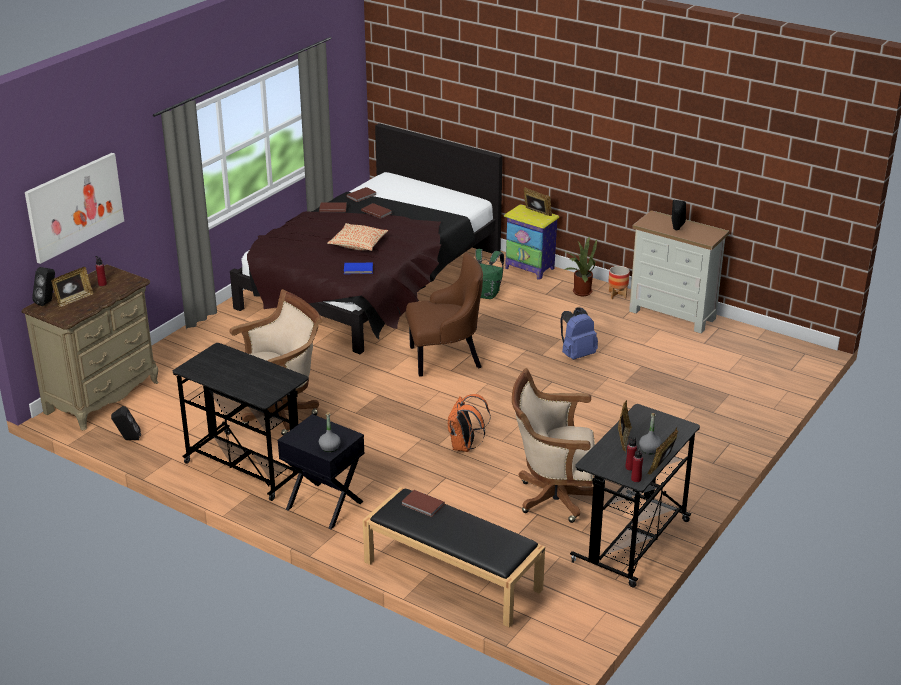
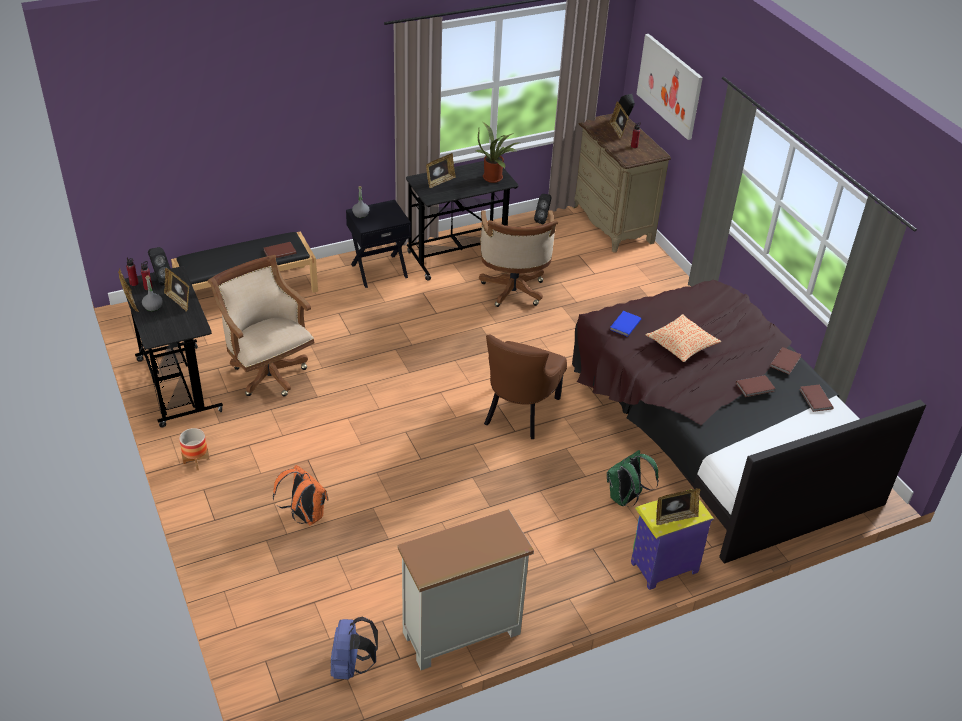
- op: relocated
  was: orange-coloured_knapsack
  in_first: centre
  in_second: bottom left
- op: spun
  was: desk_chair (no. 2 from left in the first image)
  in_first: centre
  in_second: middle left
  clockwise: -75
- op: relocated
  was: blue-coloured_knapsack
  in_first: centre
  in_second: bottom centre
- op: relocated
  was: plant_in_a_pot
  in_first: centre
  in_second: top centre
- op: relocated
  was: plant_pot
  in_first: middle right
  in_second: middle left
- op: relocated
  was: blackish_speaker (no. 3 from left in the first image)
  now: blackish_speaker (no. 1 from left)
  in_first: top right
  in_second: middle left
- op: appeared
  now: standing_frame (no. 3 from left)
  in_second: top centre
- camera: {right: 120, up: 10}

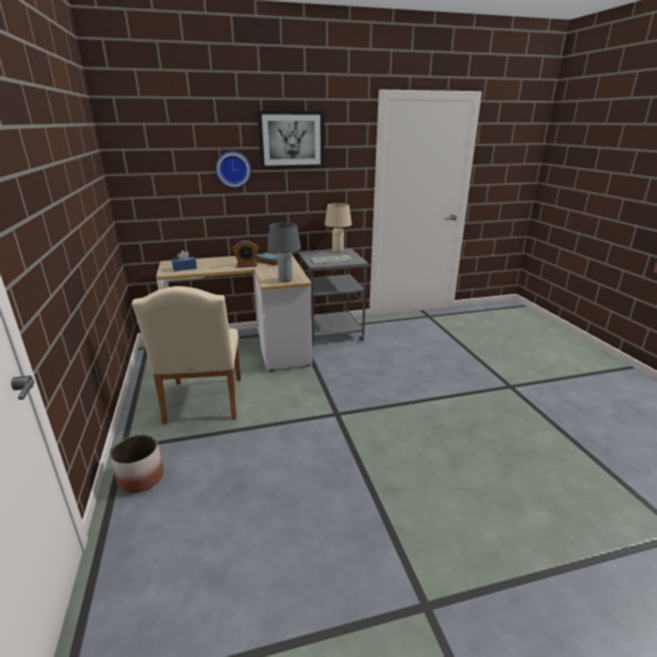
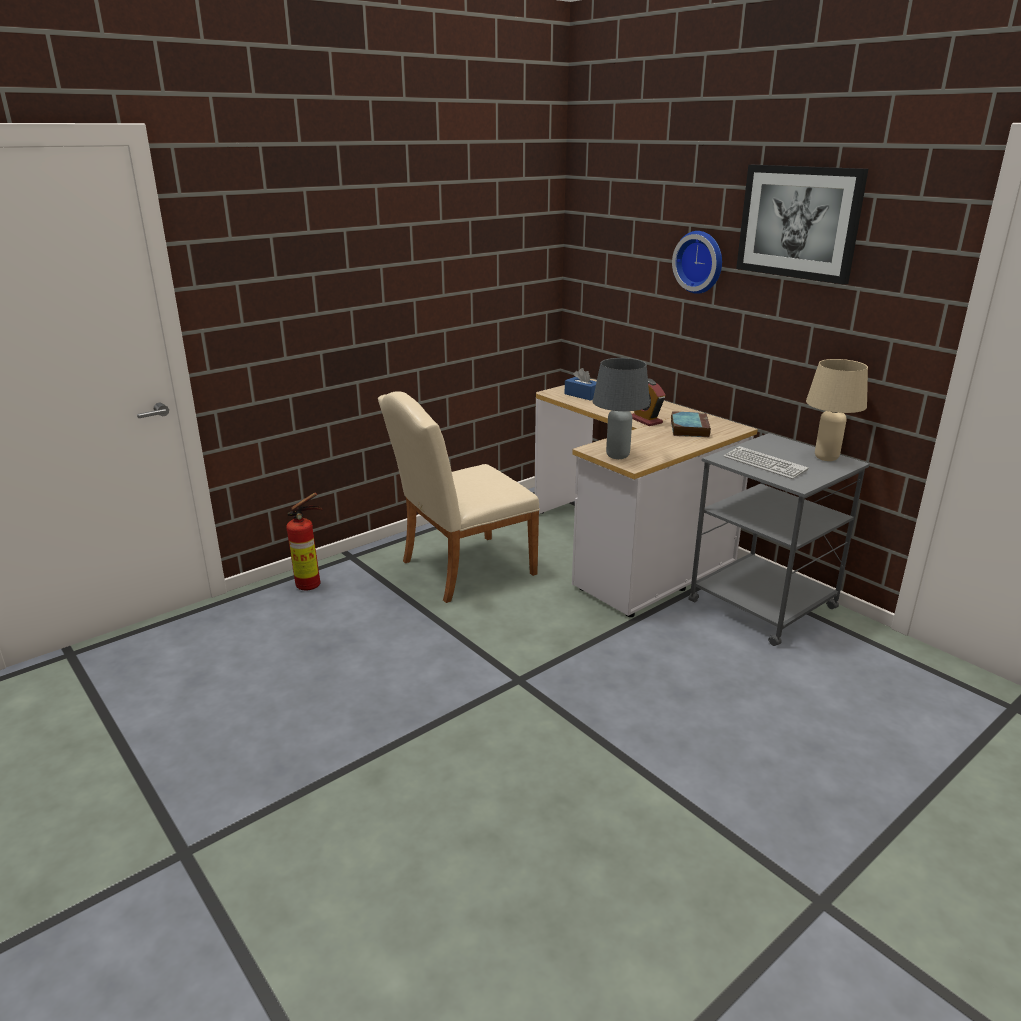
- op: exchanged
  was: plant_pot
  now: fire_extinguisher
  in_first: bottom left
  in_second: middle left
- camera: {right: 65, up: 0}

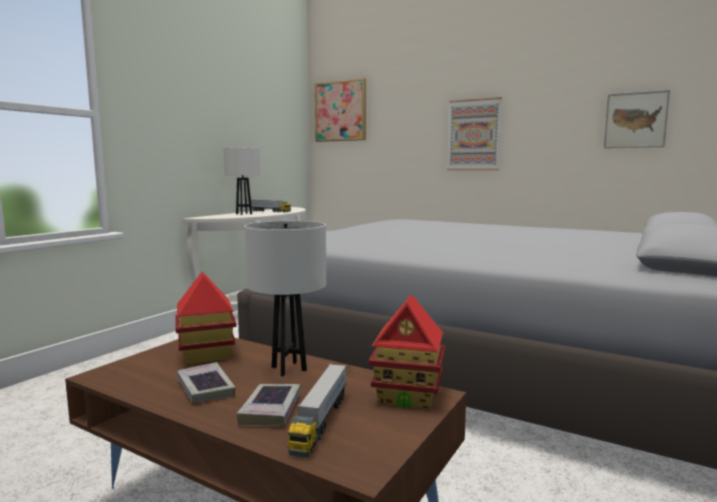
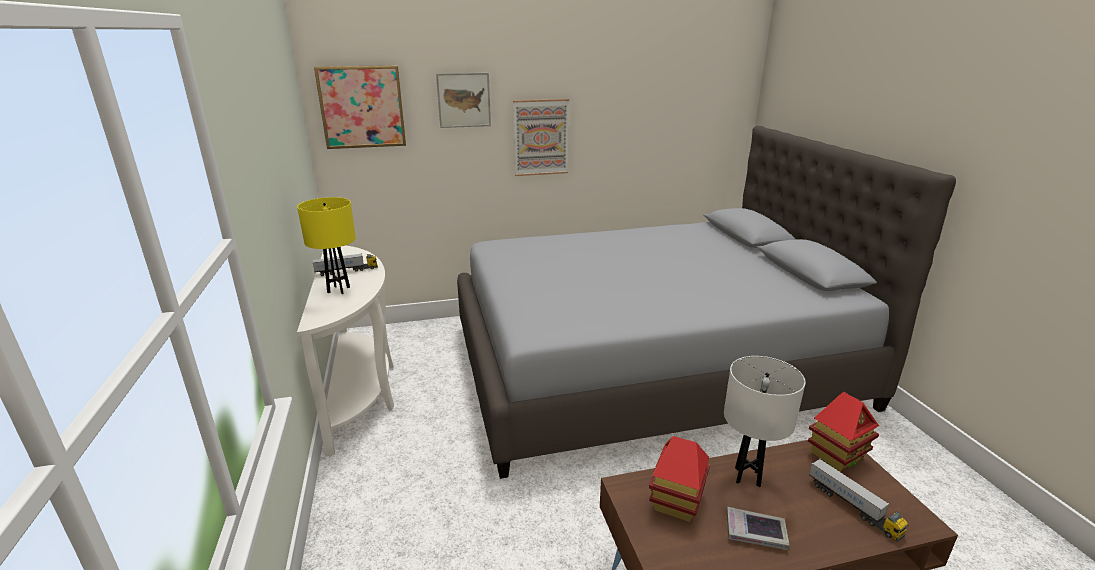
- op: colour
  was: whitish_lamp_for_a_table (no. 1 from left)
  now: yellowish_lamp_for_a_table
  in_first: centre
  in_second: middle left
- op: missing
  was: bound_book (no. 2 from left)
  in_first: bottom centre
- op: relocated
  was: wall_art (no. 3 from left in the first image)
  now: wall_art (no. 2 from left)
  in_first: top right
  in_second: top centre
- camera: {right: -45, up: 15}

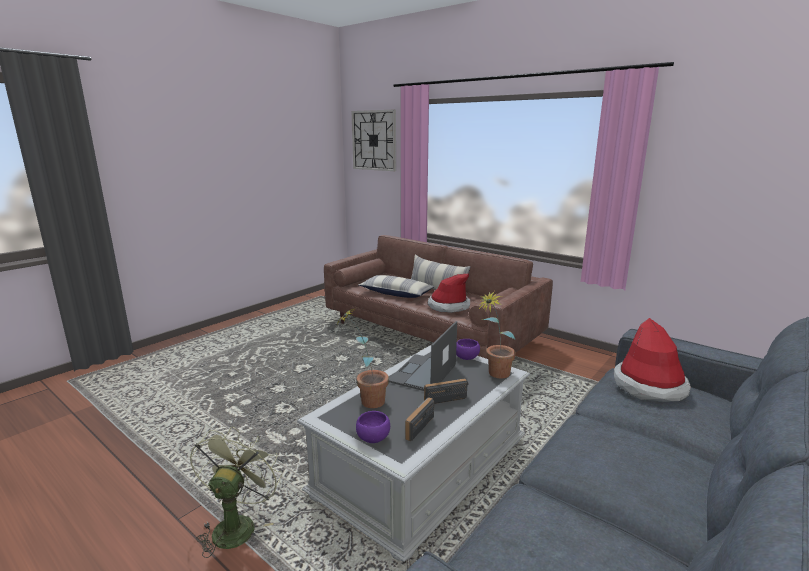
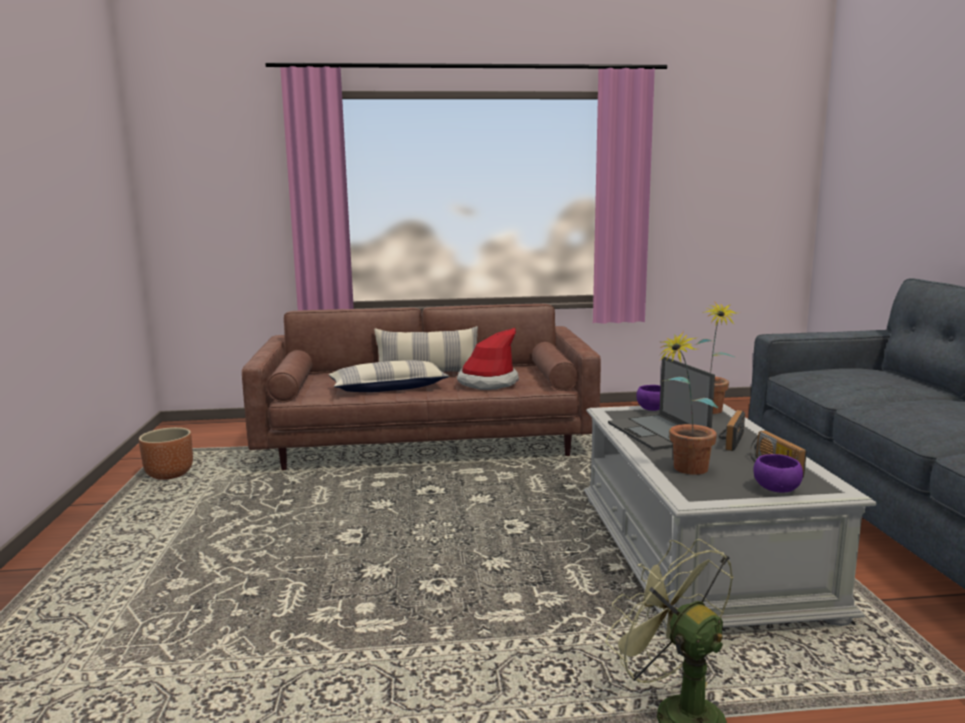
- op: missing
  was: clock_on_the_wall
  in_first: top centre
- op: missing
  was: wearable_hat (no. 2 from left)
  in_first: middle right
- op: appeared
  now: brownish_plant_pot
  in_second: middle left
- camera: {right: -45, up: -5}

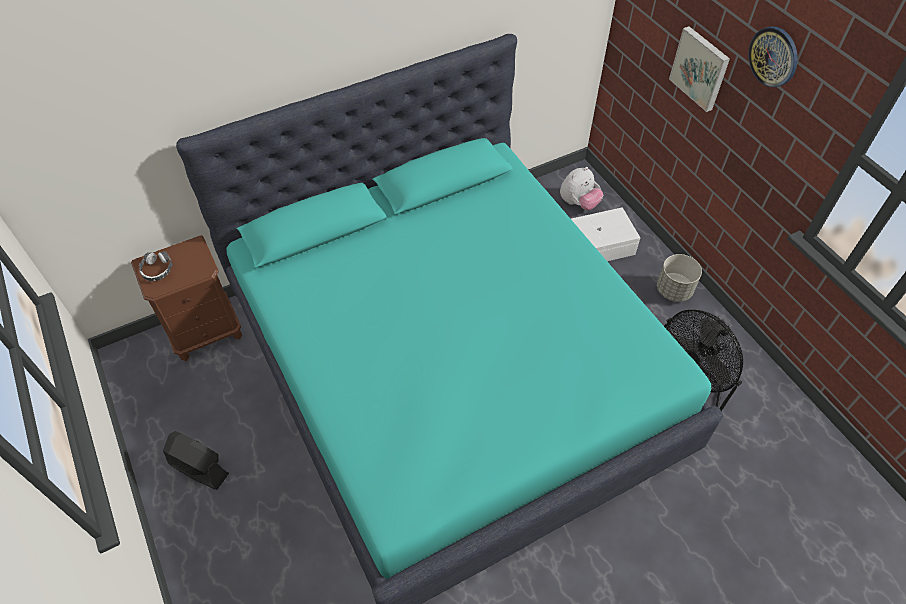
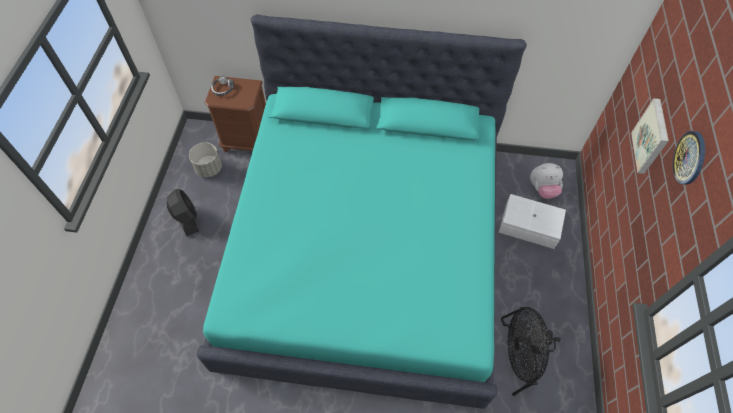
- op: relocated
  was: gray_plant_pot
  in_first: middle right
  in_second: middle left
- camera: {right: 35, up: 5}

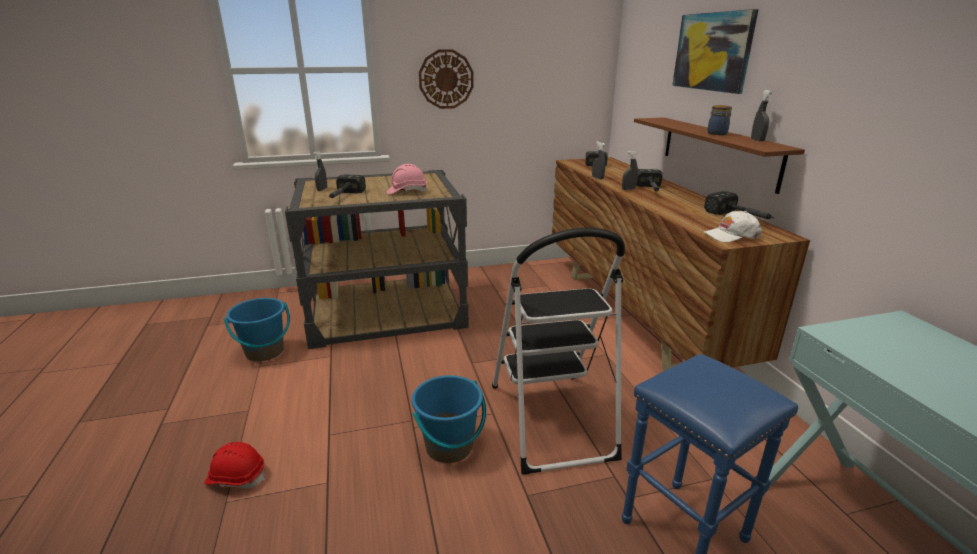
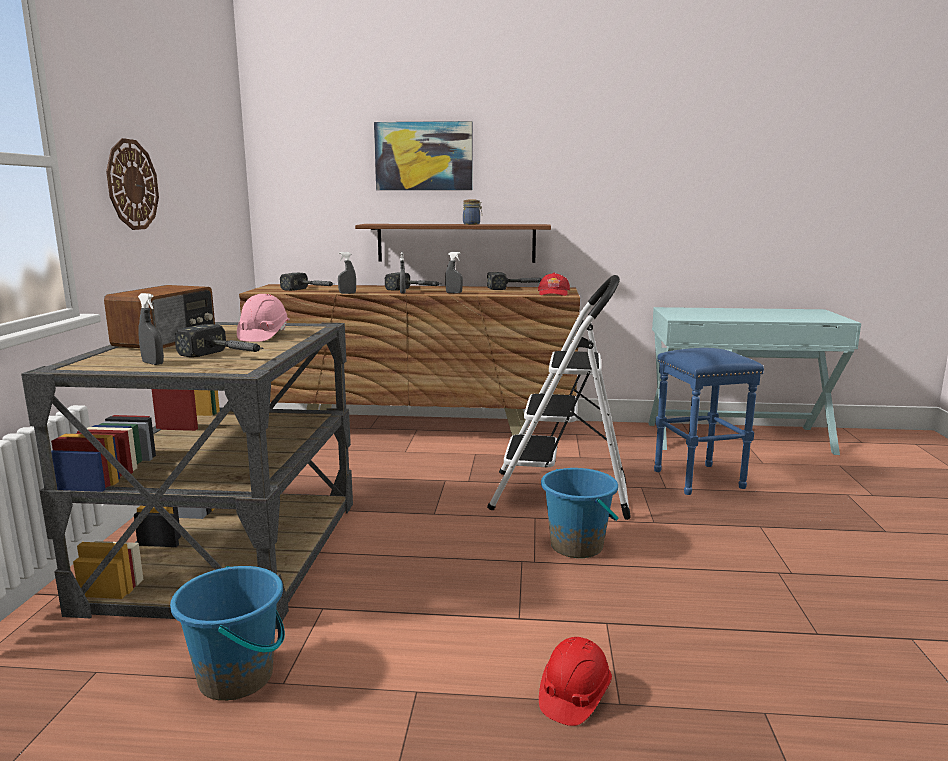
- op: colour
  was: whitish_peaked_cap
  now: reddish_peaked_cap
  in_first: middle right
  in_second: centre
- op: relocated
  was: gray_hand_sprayer (no. 4 from left)
  in_first: top right
  in_second: centre
- op: appeared
  now: radio
  in_second: middle left
- camera: {right: -70, up: -10}

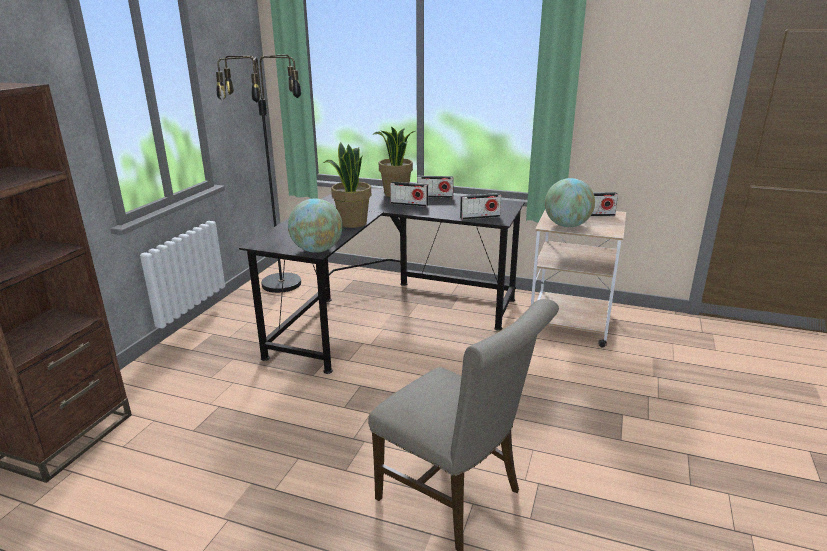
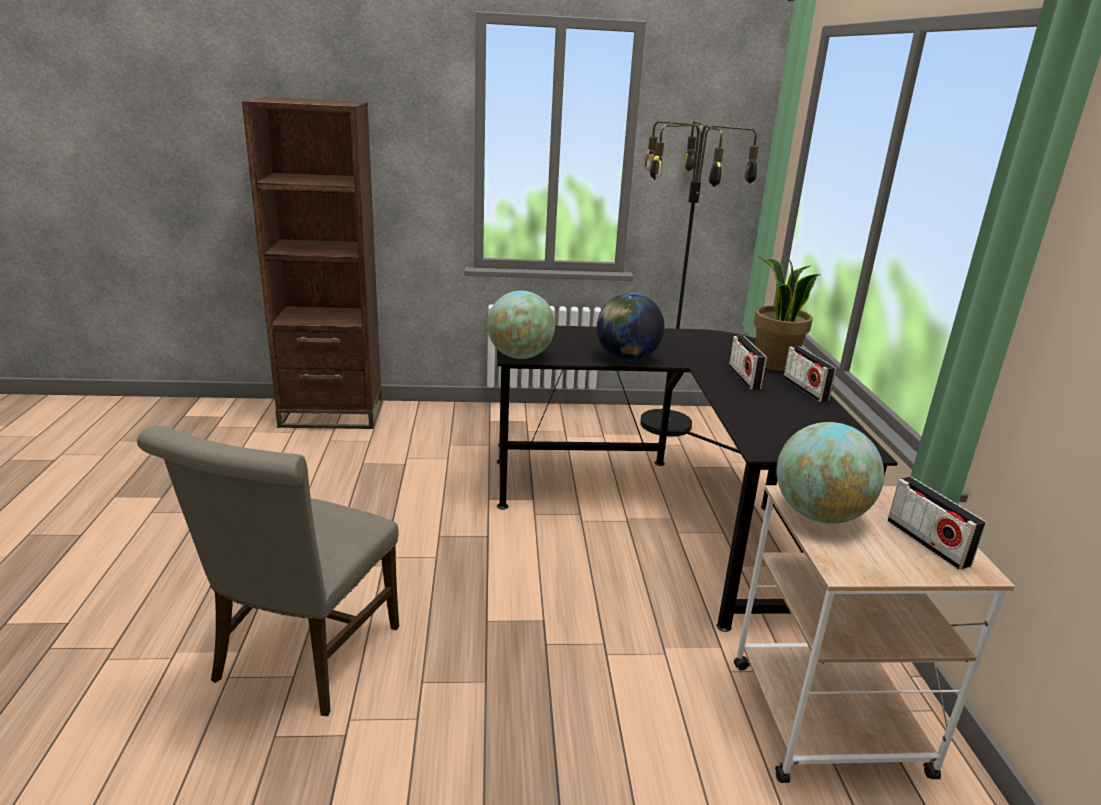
- op: exchanged
  was: plant_in_a_pot (no. 1 from left)
  now: world_globe (no. 2 from left)
  in_first: centre
  in_second: centre
- op: missing
  was: radio (no. 3 from left)
  in_first: centre
- camera: {right: 65, up: 0}

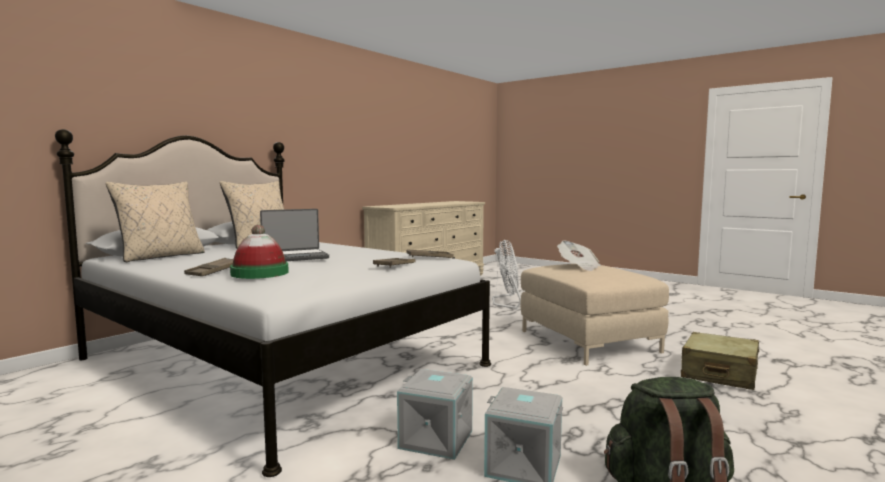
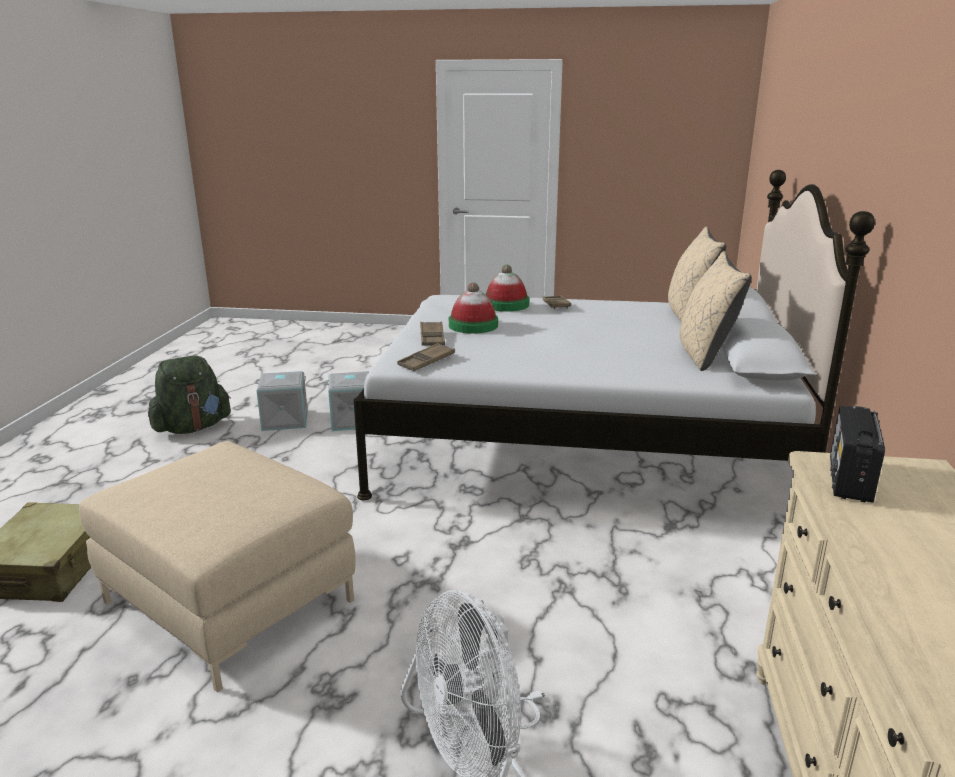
- op: missing
  was: notebook_computer
  in_first: middle left
- op: missing
  was: newspaper
  in_first: centre
- op: appeared
  now: wearable_hat (no. 1 from left)
  in_second: centre
- op: appeared
  now: radio
  in_second: middle right
- camera: {right: 150, up: 15}

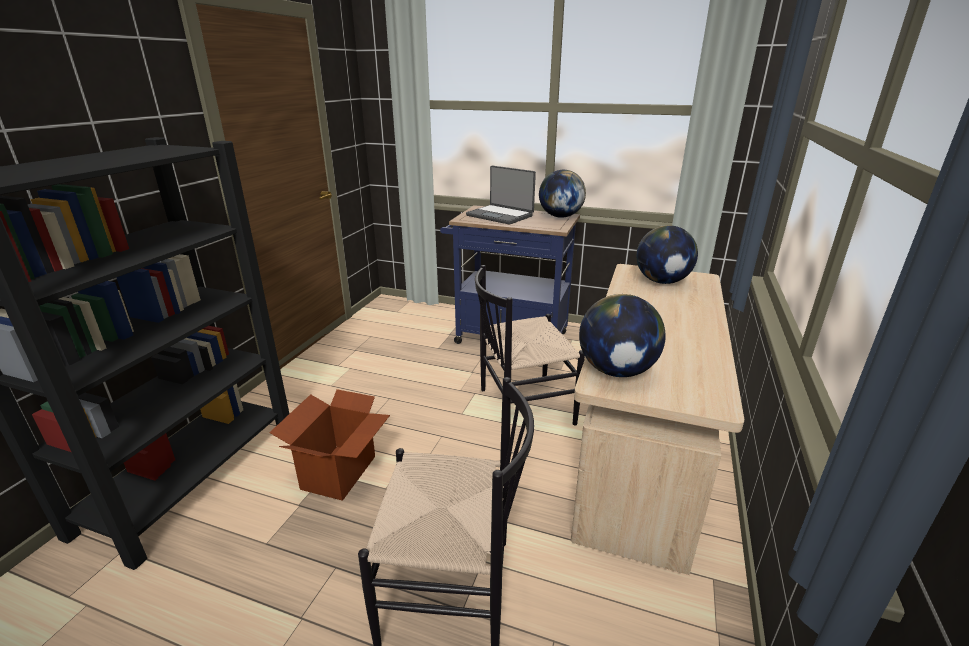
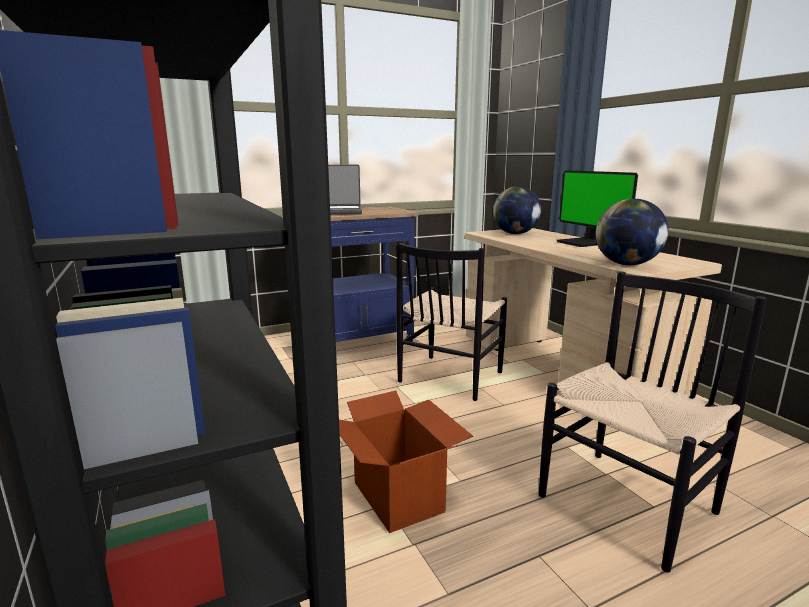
- op: missing
  was: world_globe (no. 1 from left)
  in_first: top centre
- op: appeared
  now: computer_screen
  in_second: middle right
- camera: {right: -45, up: -10}

